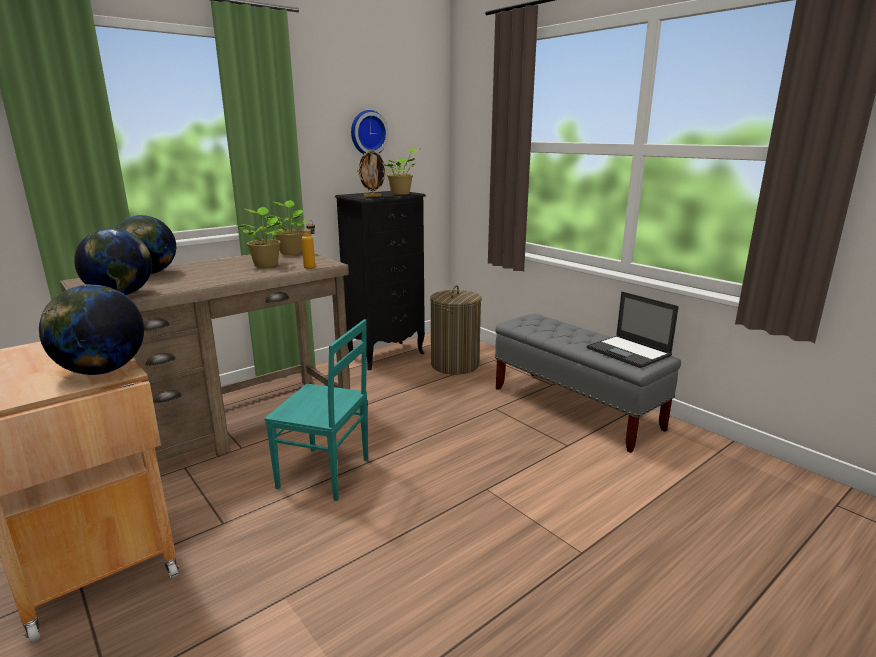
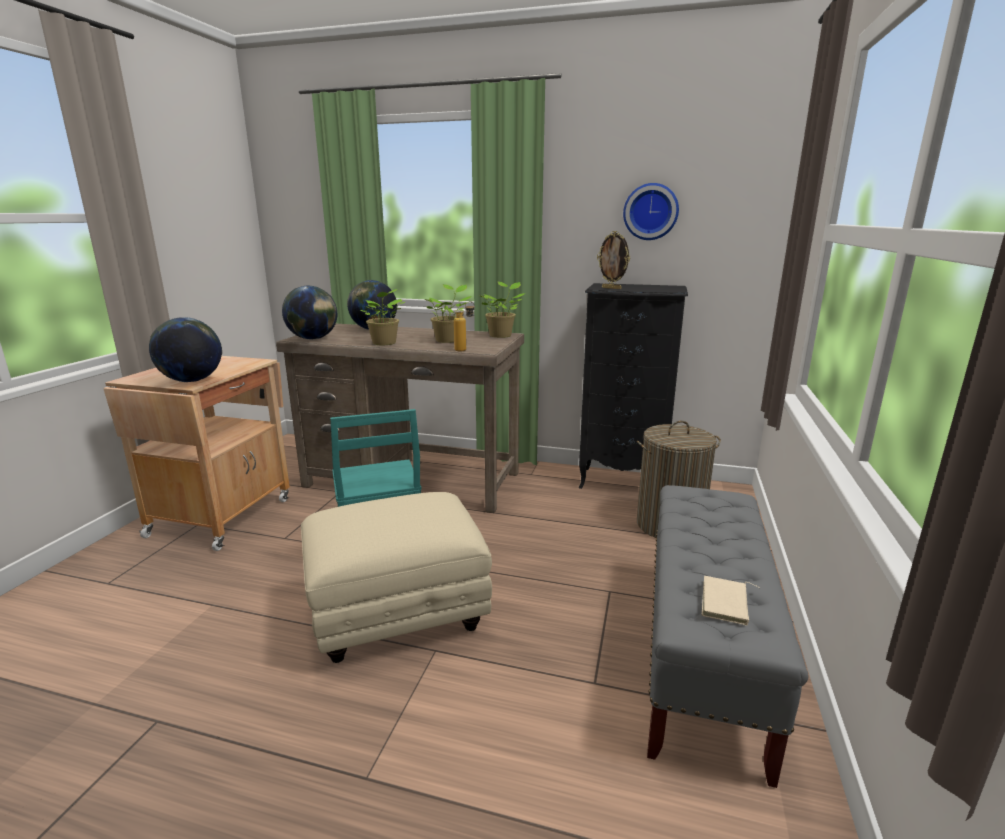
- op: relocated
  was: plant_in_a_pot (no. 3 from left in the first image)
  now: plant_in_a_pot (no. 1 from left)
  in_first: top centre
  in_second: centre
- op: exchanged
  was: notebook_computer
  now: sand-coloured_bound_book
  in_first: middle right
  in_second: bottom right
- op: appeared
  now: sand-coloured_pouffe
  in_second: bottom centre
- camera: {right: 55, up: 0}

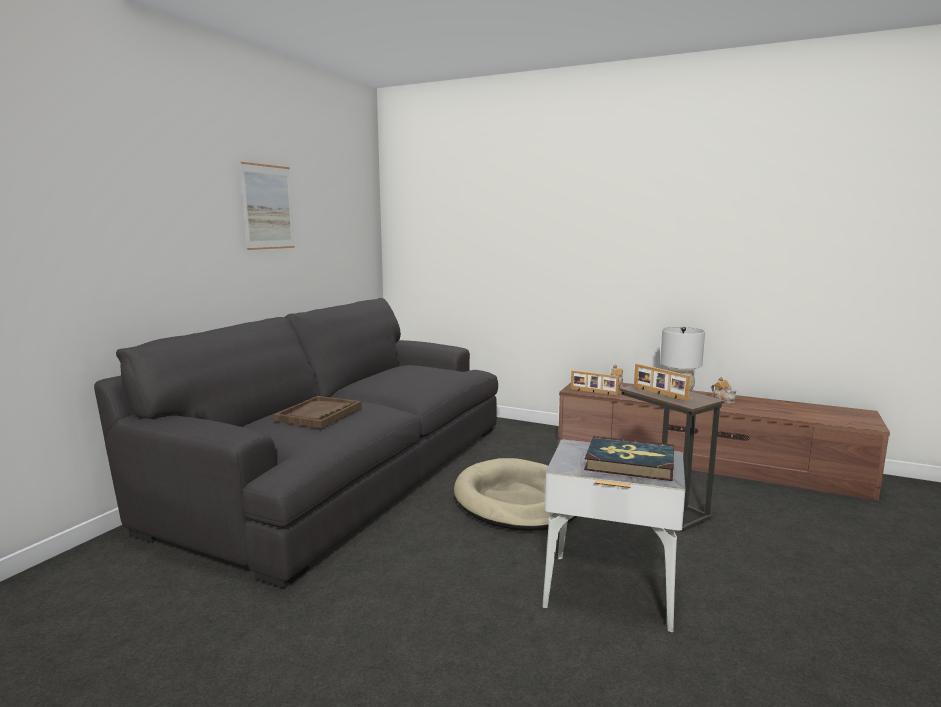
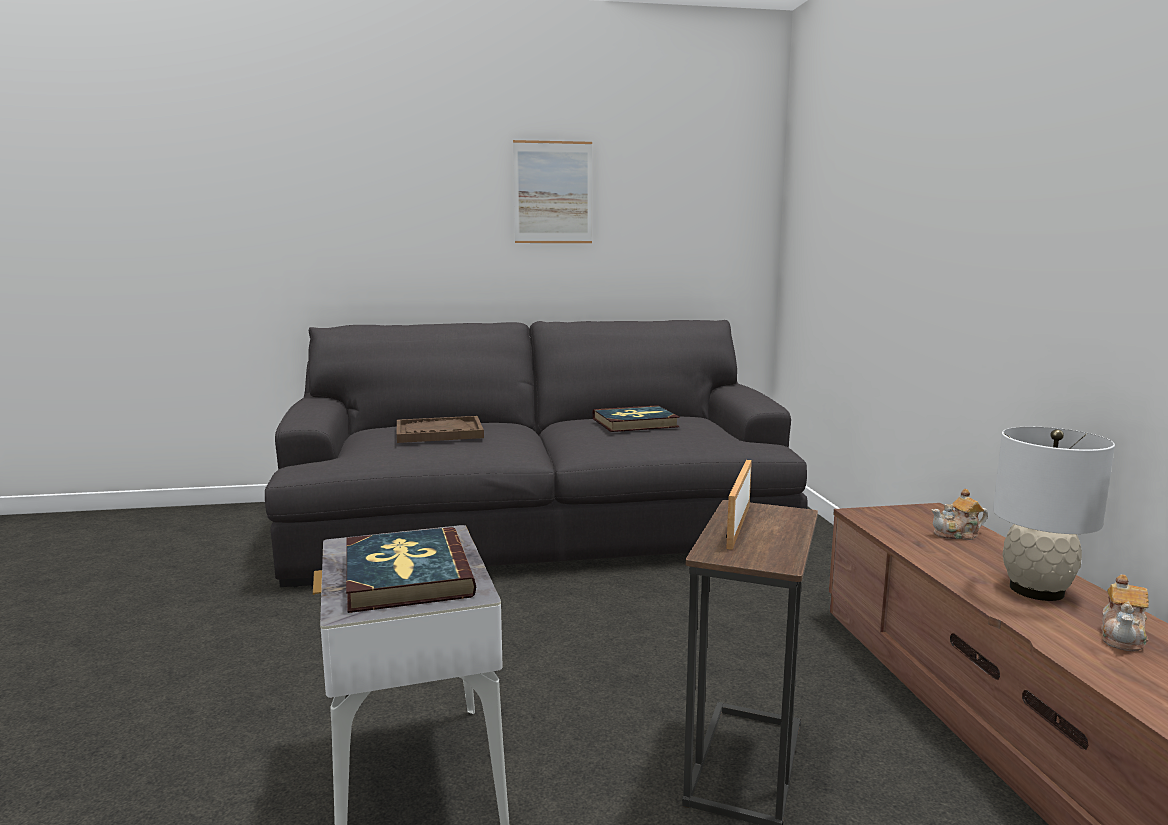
- op: missing
  was: sand-coloured_dog_bed
  in_first: bottom centre
- op: missing
  was: standing_frame (no. 1 from left)
  in_first: centre
- op: appeared
  now: bound_book (no. 2 from left)
  in_second: centre
- camera: {right: 55, up: 0}

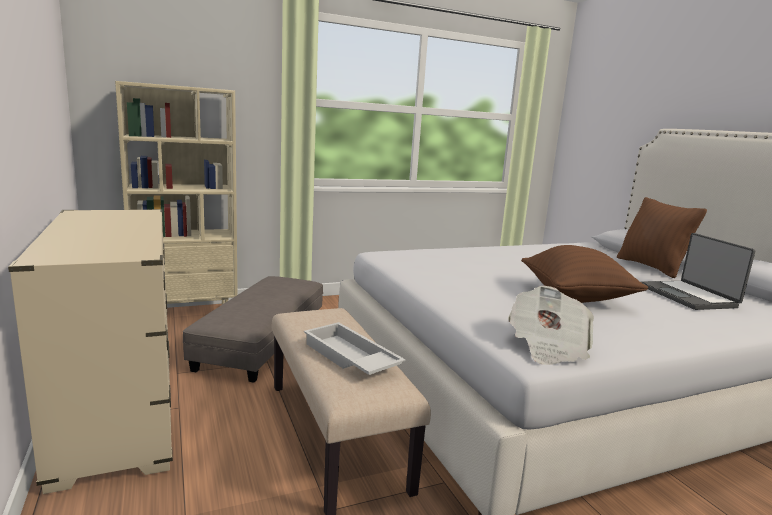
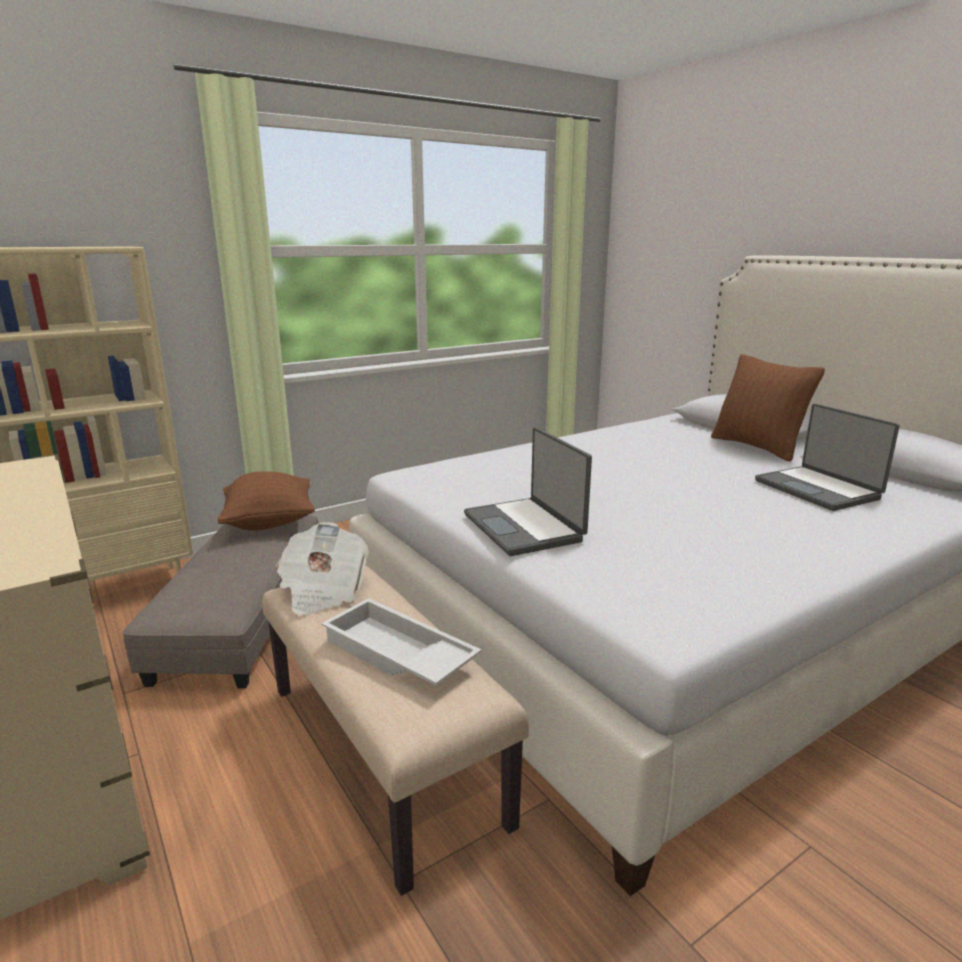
- op: relocated
  was: newspaper
  in_first: middle right
  in_second: centre
- op: relocated
  was: brownish_throw_pillow (no. 1 from left)
  in_first: middle right
  in_second: middle left
- op: appeared
  now: notebook_computer (no. 1 from left)
  in_second: centre
- camera: {right: -10, up: 5}

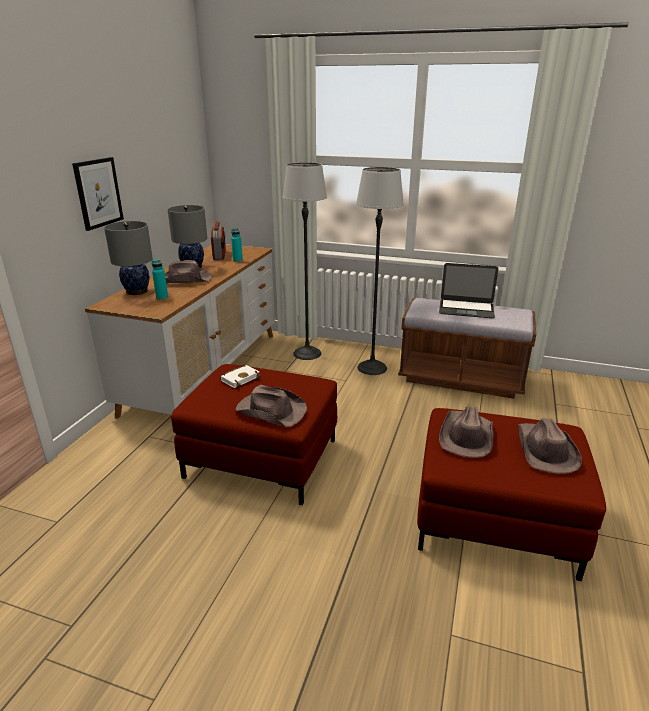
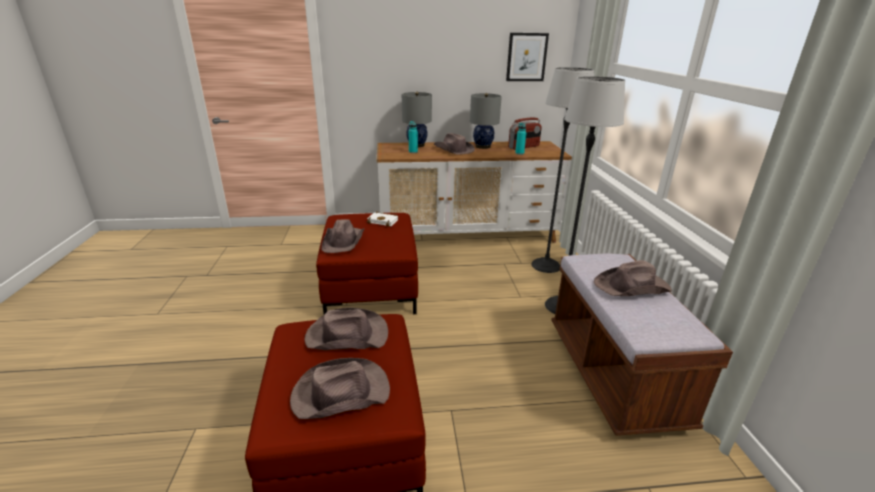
- op: relocated
  was: wall_art
  in_first: top left
  in_second: top centre
- op: exchanged
  was: notebook_computer
  now: brownish_wearable_hat (no. 5 from left)
  in_first: middle right
  in_second: middle right
- camera: {right: 65, up: 0}

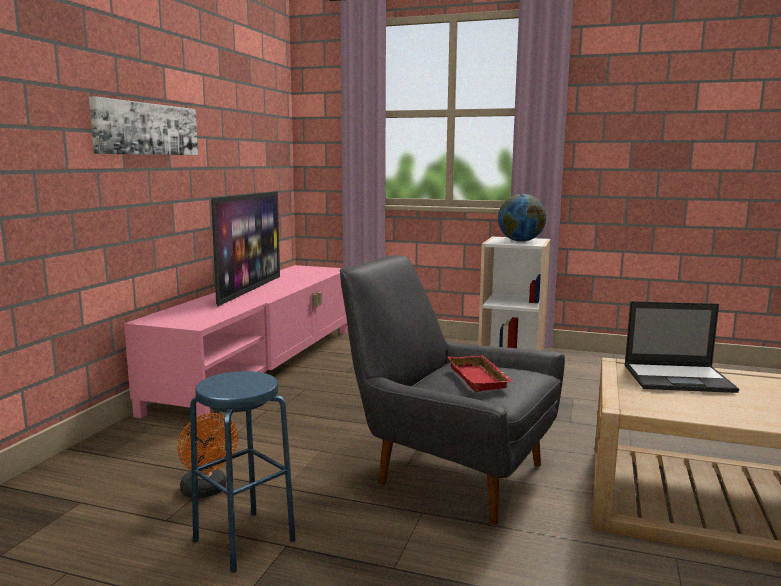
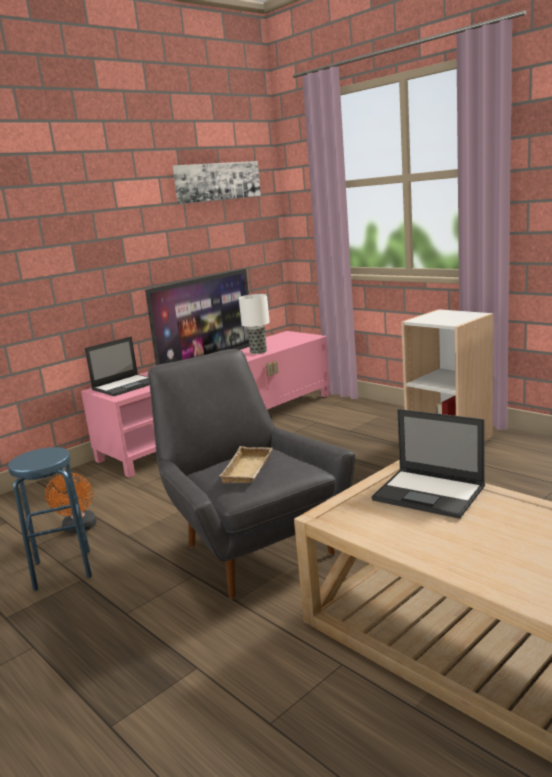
- op: relocated
  was: wall_art
  in_first: top left
  in_second: top centre
- op: colour
  was: reddish_serving_tray
  now: sand-coloured_serving_tray
  in_first: centre
  in_second: centre
- op: missing
  was: world_globe
  in_first: middle right
- op: appeared
  now: notebook_computer (no. 1 from left)
  in_second: middle left
- op: appeared
  now: lamp_for_a_table
  in_second: centre
- camera: {right: 30, up: 5}

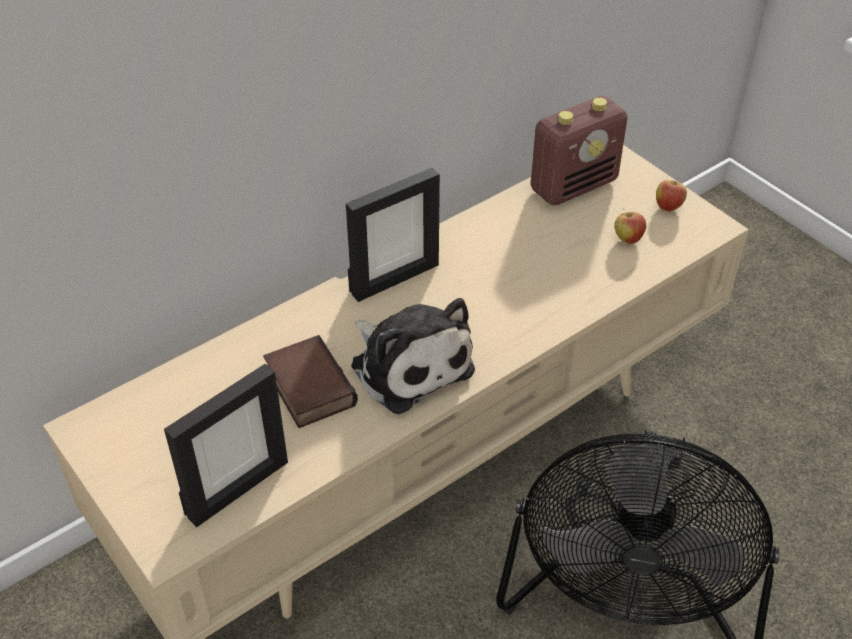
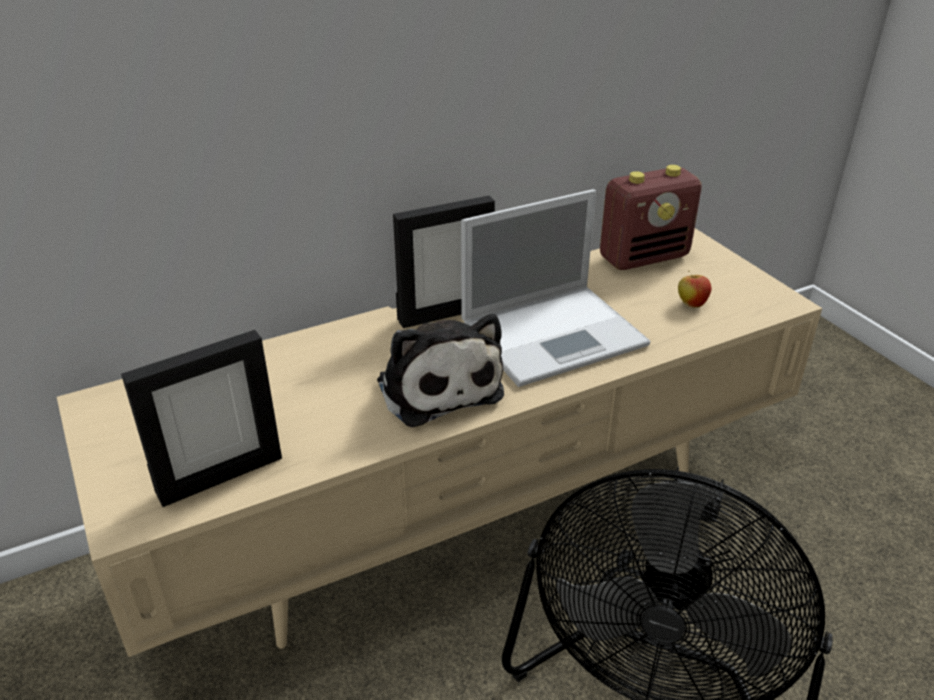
- op: missing
  was: bound_book
  in_first: centre
- op: missing
  was: apple (no. 2 from left)
  in_first: top right
- op: appeared
  now: notebook_computer
  in_second: centre
- camera: {right: 10, up: -10}

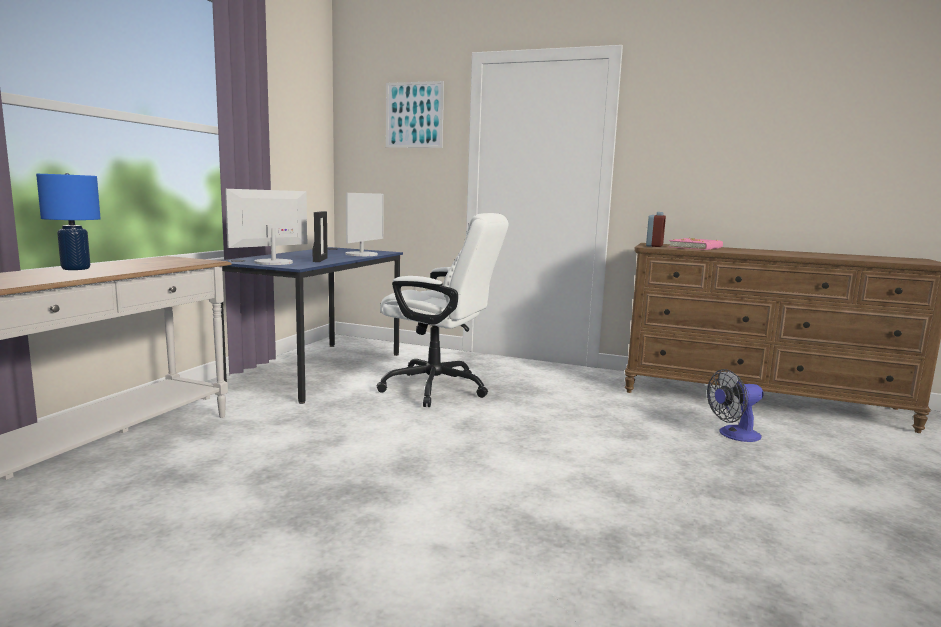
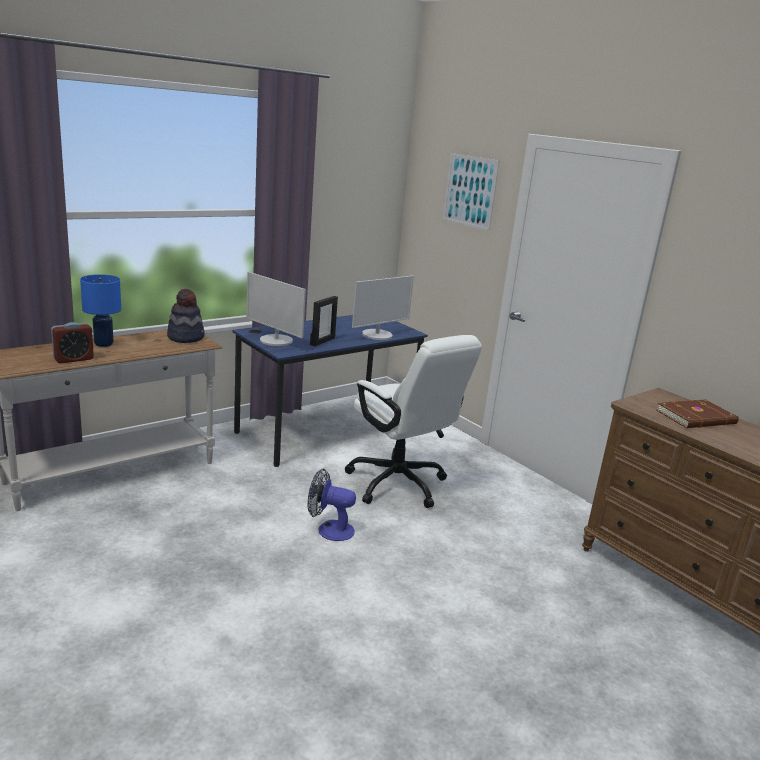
- op: spun
  was: computer_screen (no. 1 from left)
  in_first: middle left
  in_second: centre
  clockwise: -120
- op: relocated
  was: bedside_clock
  in_first: middle right
  in_second: middle left
- op: colour
  was: pinkish_bound_book
  now: brownish_bound_book
  in_first: middle right
  in_second: middle right
- op: relocated
  was: fan
  in_first: middle right
  in_second: centre
- op: appeared
  now: wearable_hat
  in_second: middle left
- camera: {right: 30, up: 10}

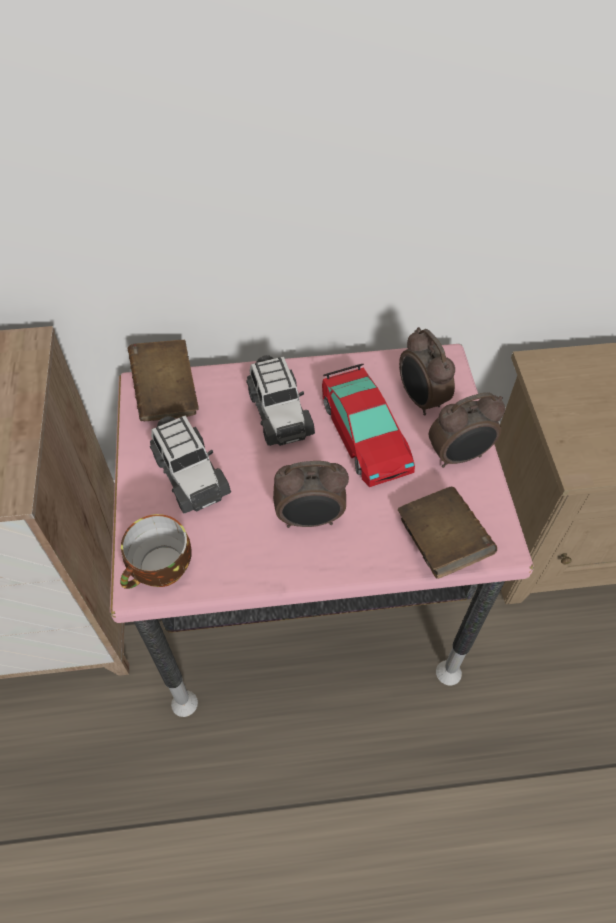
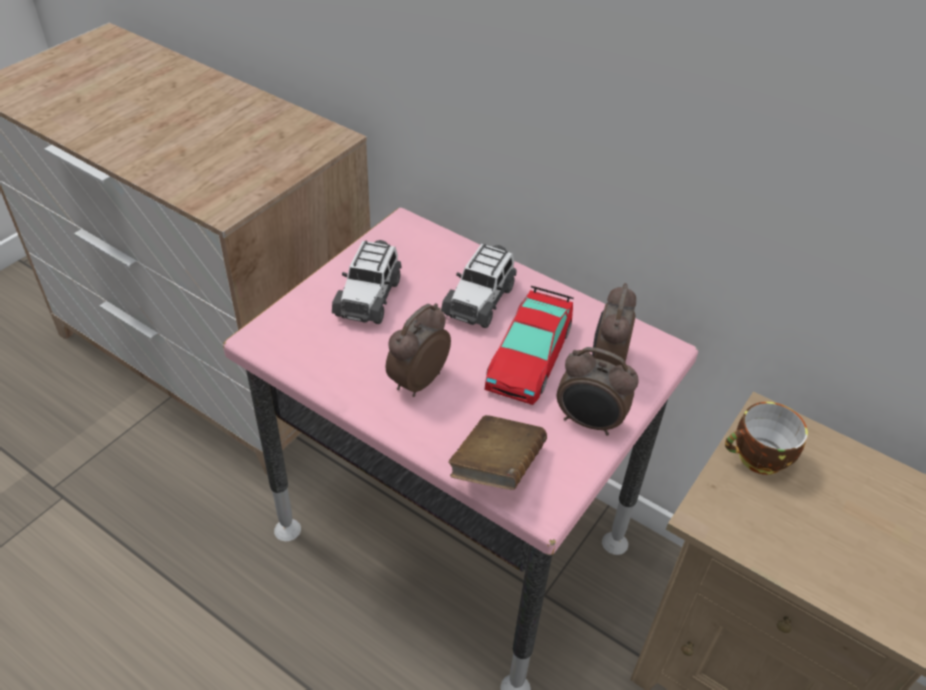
- op: relocated
  was: cup
  in_first: middle left
  in_second: middle right
- op: missing
  was: brownish_bound_book (no. 1 from left)
  in_first: middle left
- op: spun
  was: bedside_clock (no. 1 from left)
  in_first: centre
  in_second: centre
  clockwise: 90
- camera: {right: 40, up: -10}

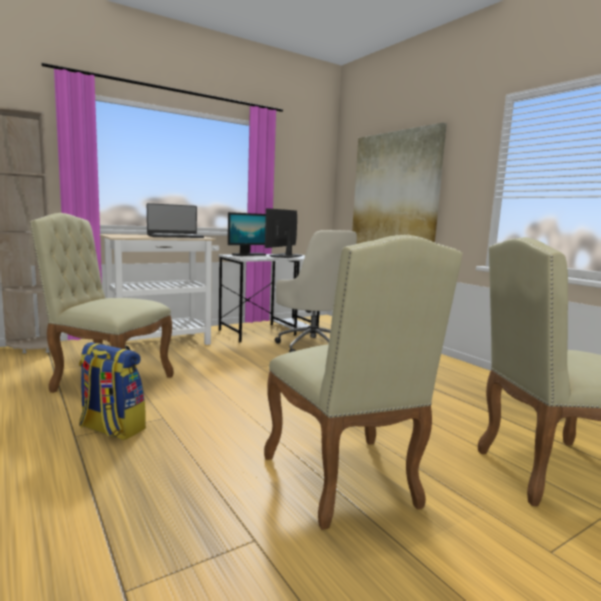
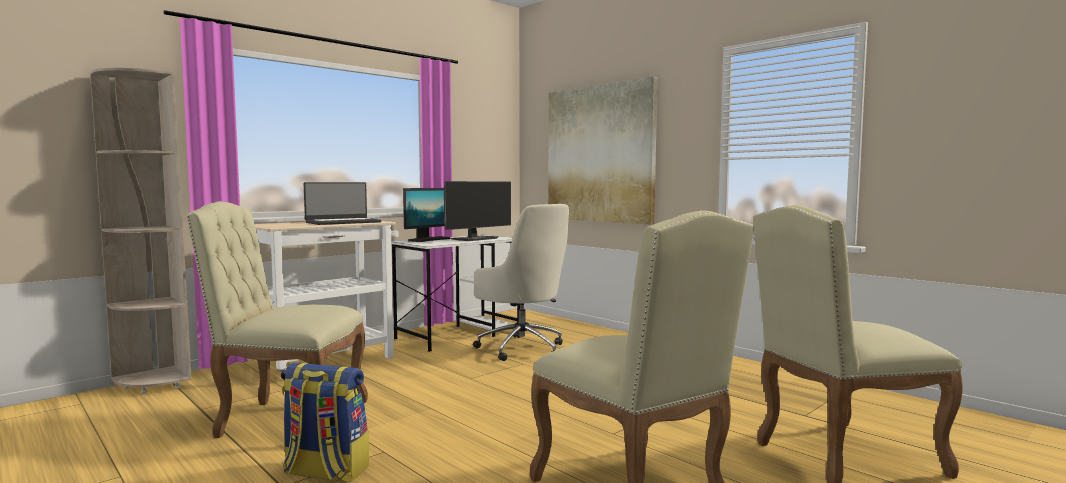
- op: spun
  was: computer_screen (no. 2 from left)
  in_first: centre
  in_second: centre
  clockwise: -150
- camera: {right: -10, up: -5}

